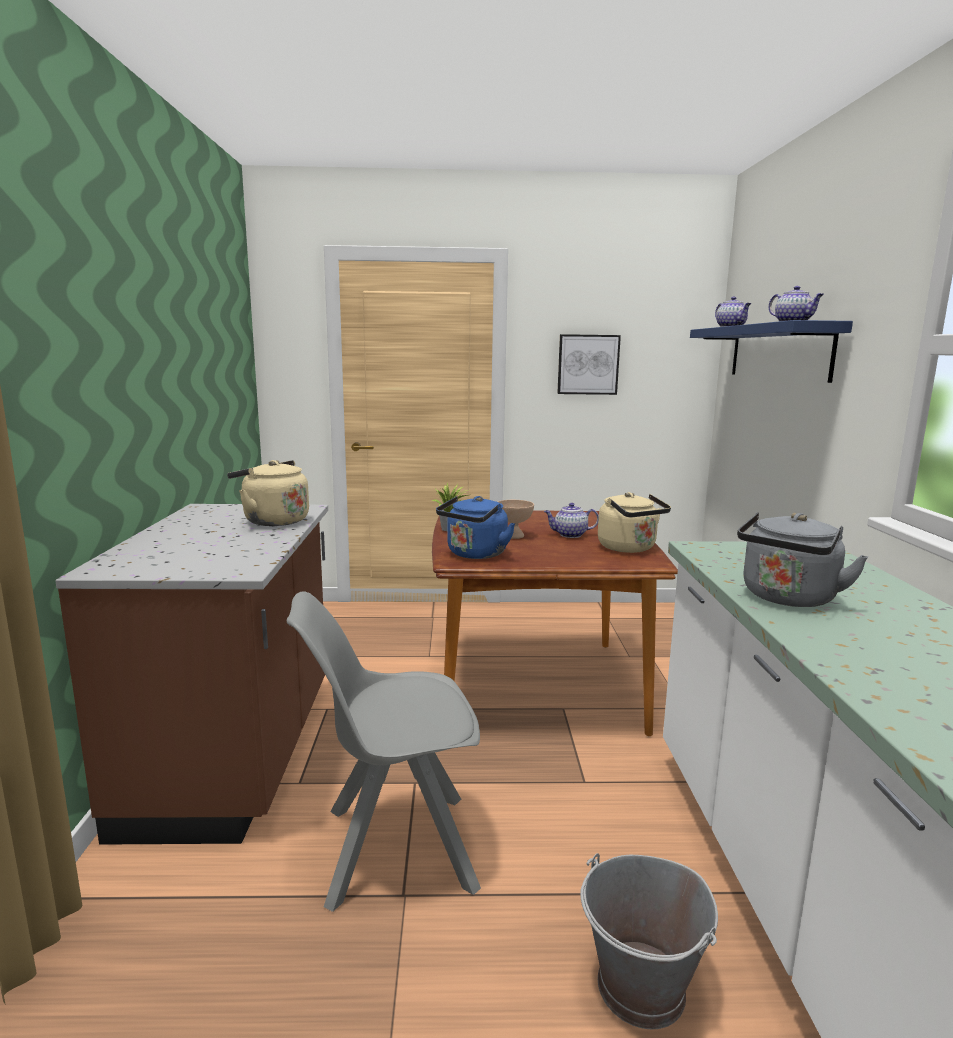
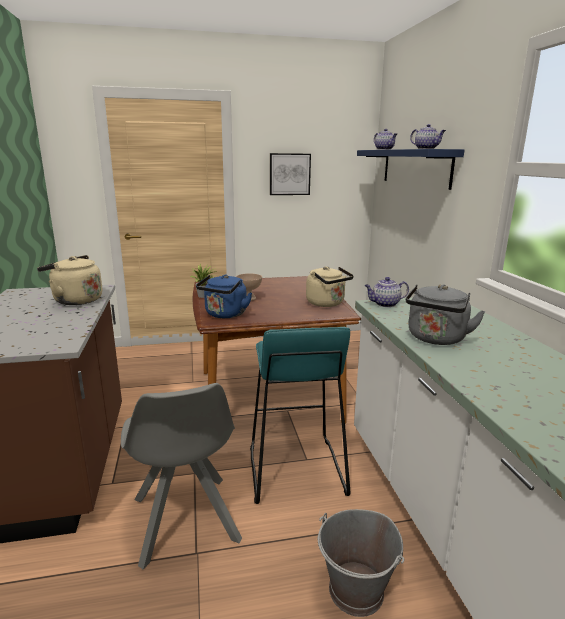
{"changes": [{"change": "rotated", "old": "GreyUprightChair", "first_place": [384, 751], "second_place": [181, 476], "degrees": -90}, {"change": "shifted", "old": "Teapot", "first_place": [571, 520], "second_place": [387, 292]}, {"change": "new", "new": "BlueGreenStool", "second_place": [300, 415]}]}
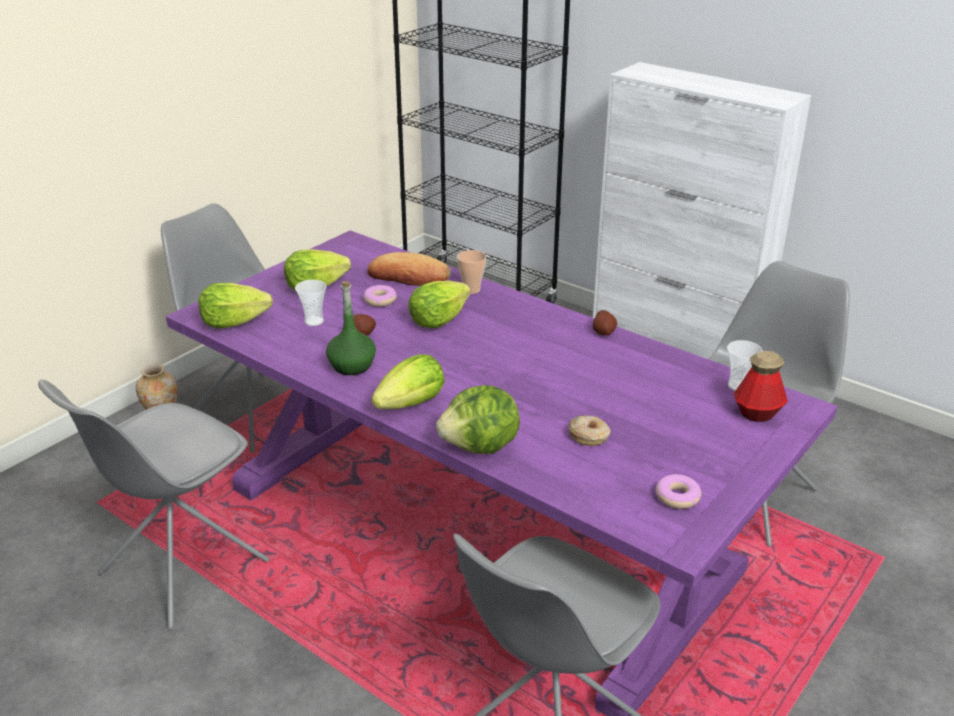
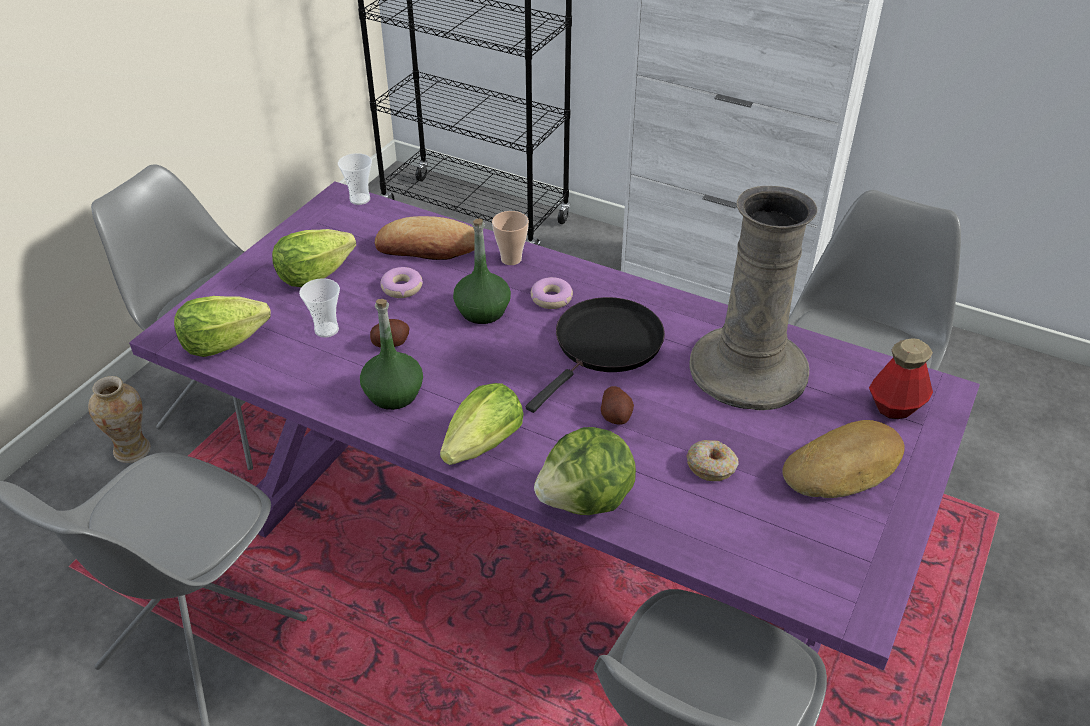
{"changes": [{"change": "swapped", "old": "LettuceHead", "new": "GreenishDrinkBottle", "first_place": [439, 304], "second_place": [482, 271]}, {"change": "shifted", "old": "Spud", "first_place": [605, 322], "second_place": [617, 405]}, {"change": "shifted", "old": "Donut", "first_place": [678, 491], "second_place": [552, 293]}, {"change": "shifted", "old": "SmallCup", "first_place": [745, 365], "second_place": [355, 179]}, {"change": "new", "new": "BlackishSkillet", "second_place": [595, 355]}, {"change": "new", "new": "BeigeVase", "second_place": [753, 298]}, {"change": "new", "new": "BakeryBread", "second_place": [843, 459]}]}
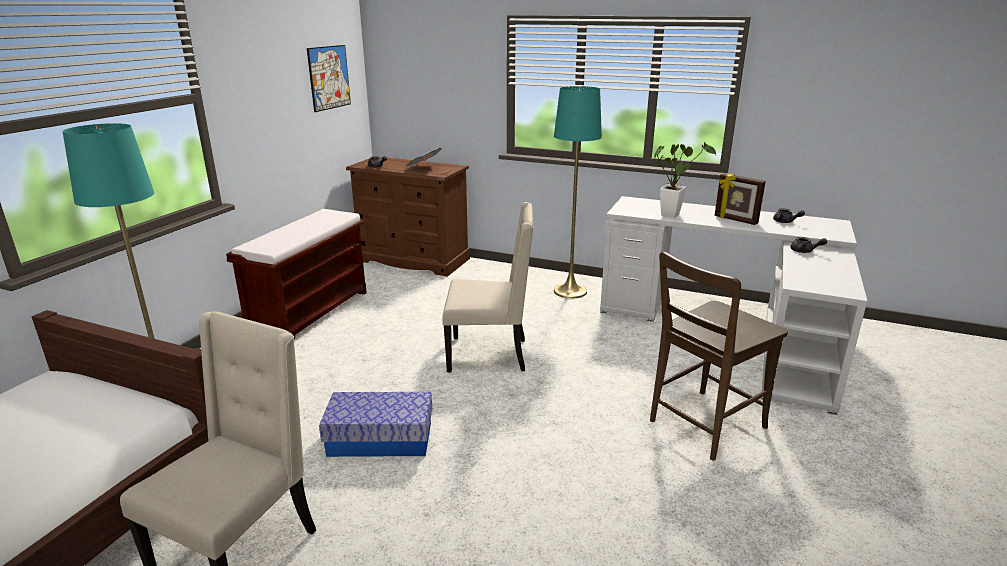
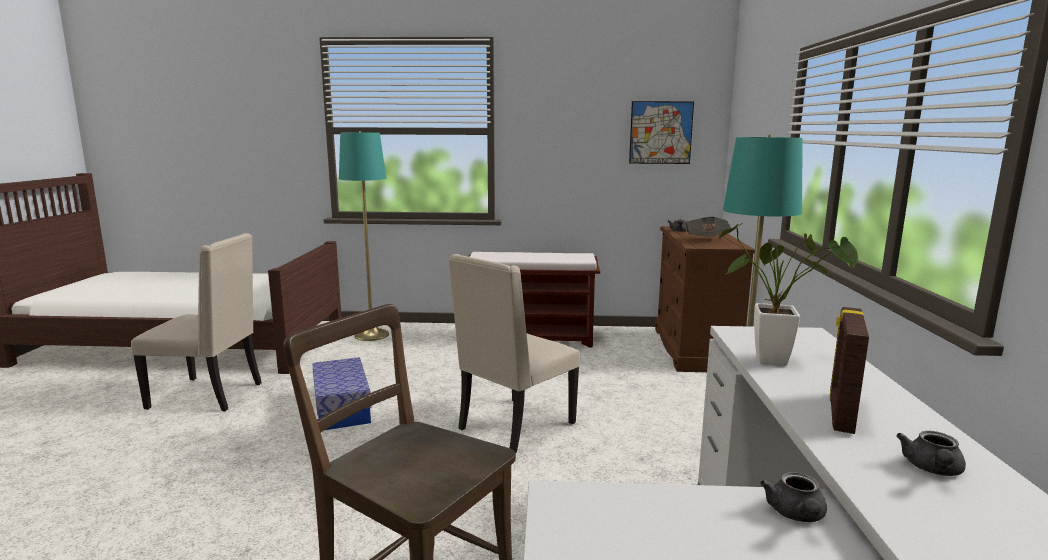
{"changes": [{"change": "rotated", "old": "BeigeUprightChair", "first_place": [488, 287], "second_place": [514, 353], "degrees": 60}]}
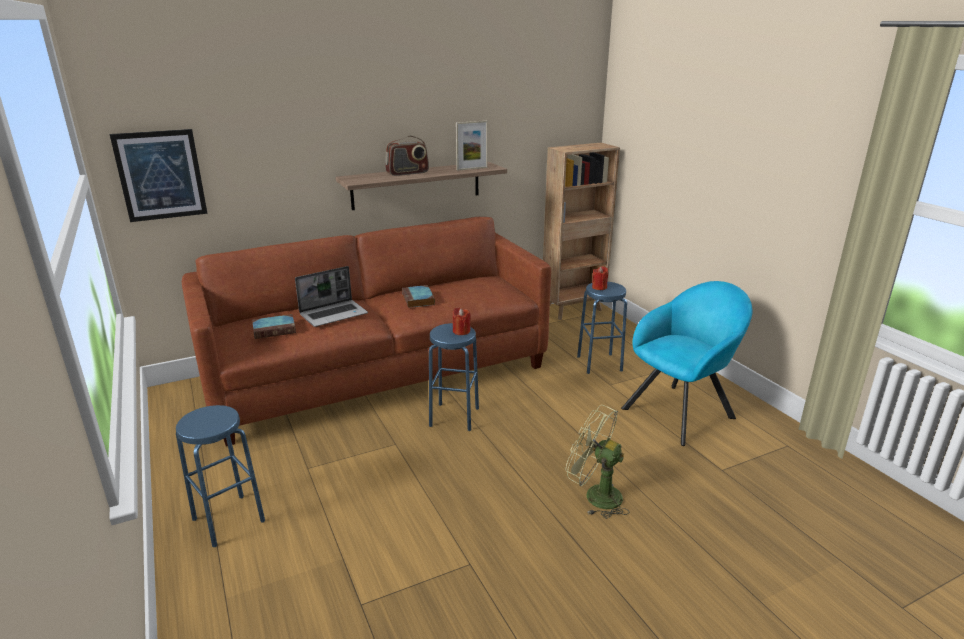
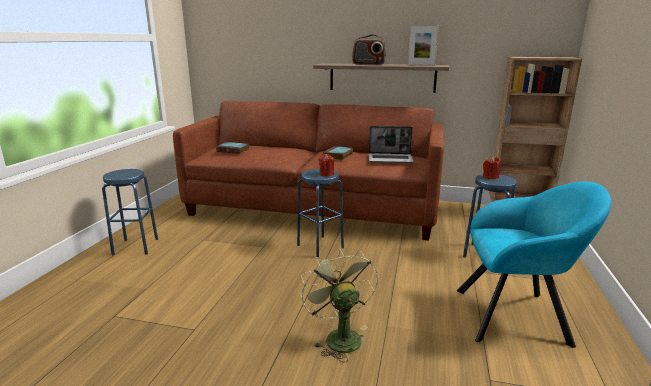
{"changes": [{"change": "gone", "old": "Picture", "first_place": [159, 175]}, {"change": "shifted", "old": "NotebookComputer", "first_place": [331, 296], "second_place": [391, 144]}]}
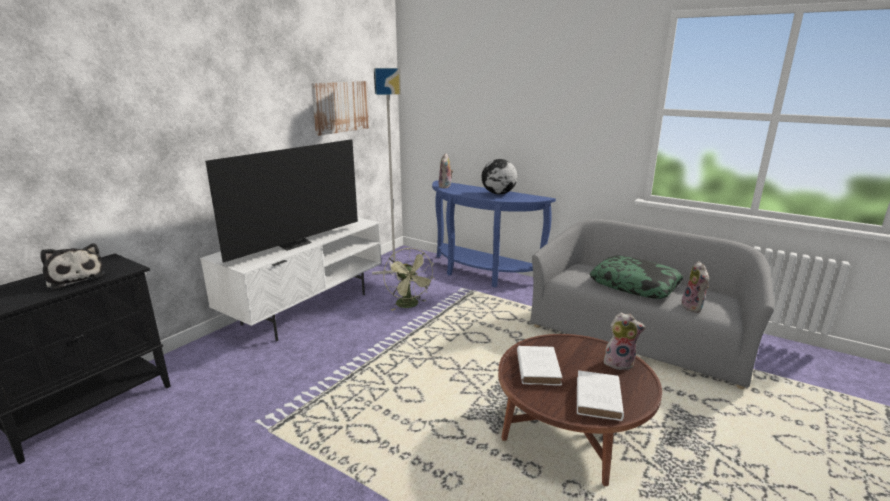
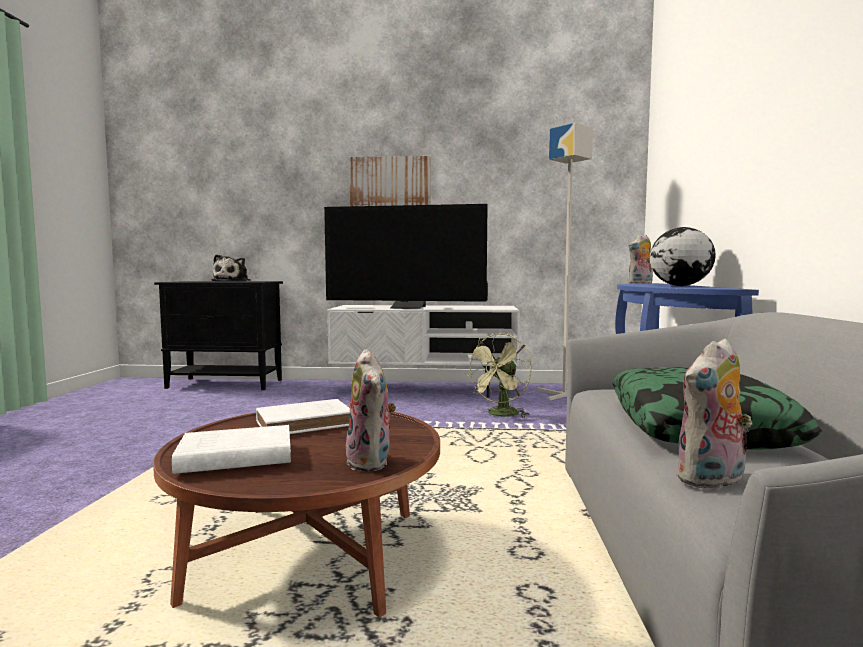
{"changes": [{"change": "shifted", "old": "Picture", "first_place": [340, 108], "second_place": [390, 181]}]}
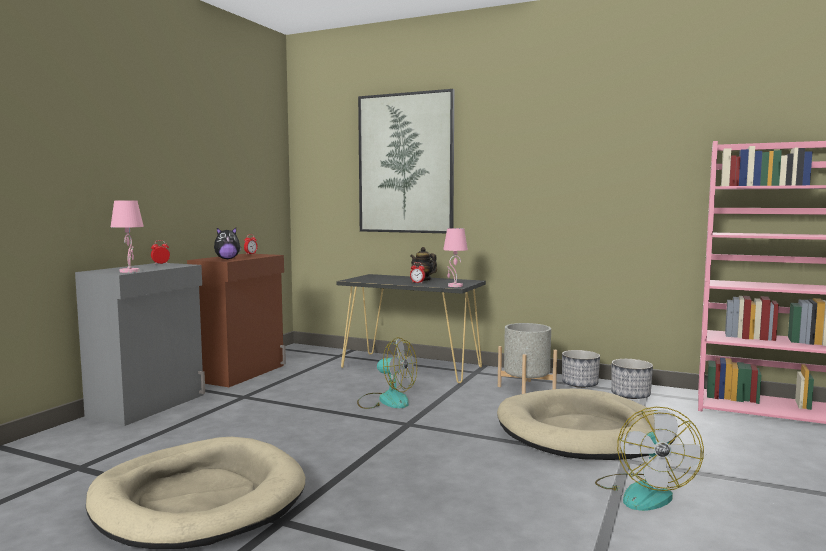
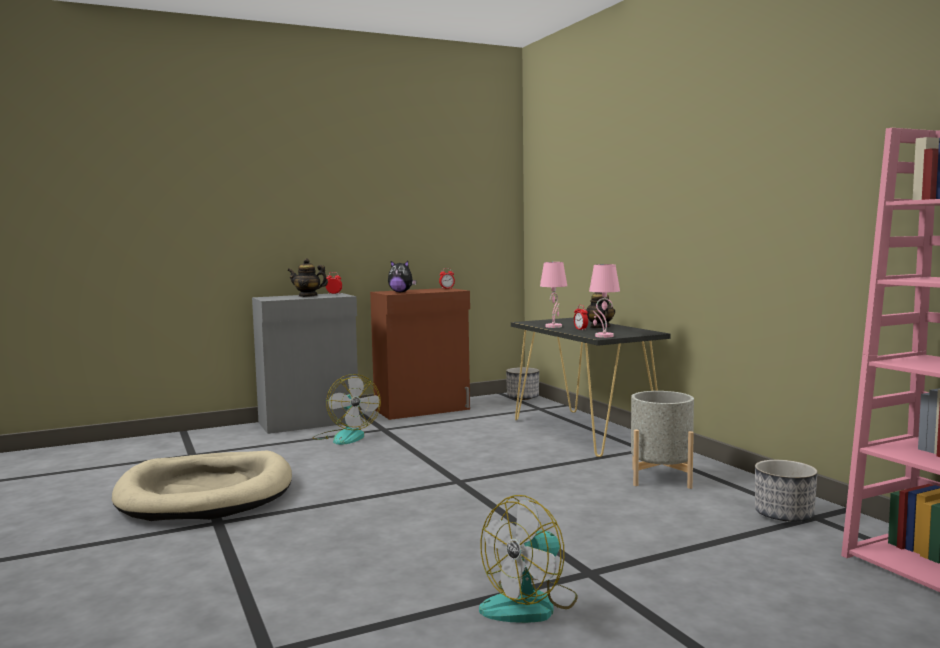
{"changes": [{"change": "shifted", "old": "PinkColouredTabletopLamp", "first_place": [127, 236], "second_place": [553, 295]}, {"change": "shifted", "old": "ElectricFan", "first_place": [387, 373], "second_place": [347, 409]}, {"change": "gone", "old": "Picture", "first_place": [406, 161]}, {"change": "gone", "old": "BeigeDogBed", "first_place": [586, 424]}, {"change": "shifted", "old": "PlantPot", "first_place": [581, 369], "second_place": [522, 383]}, {"change": "new", "new": "Teapot", "second_place": [307, 277]}]}
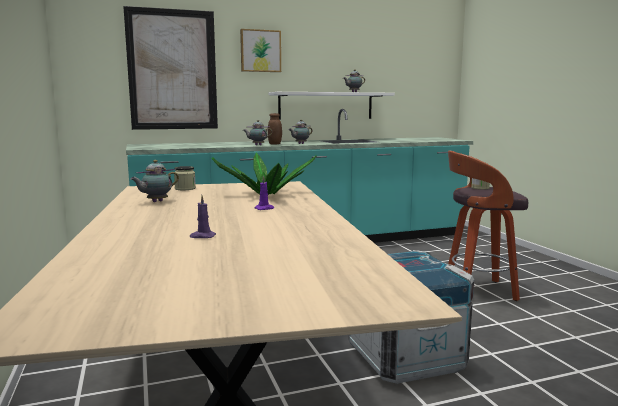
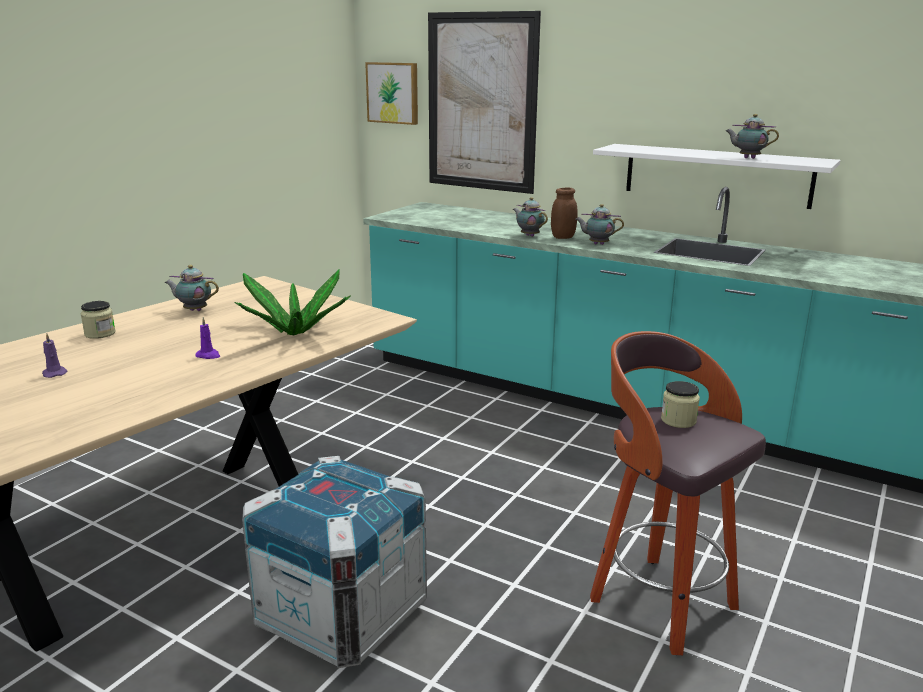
{"changes": [{"change": "shifted", "old": "PreserveJar", "first_place": [185, 178], "second_place": [98, 320]}, {"change": "shifted", "old": "Picture", "first_place": [260, 50], "second_place": [391, 93]}]}
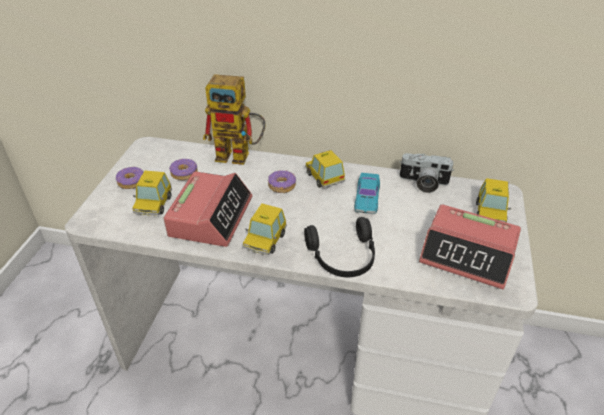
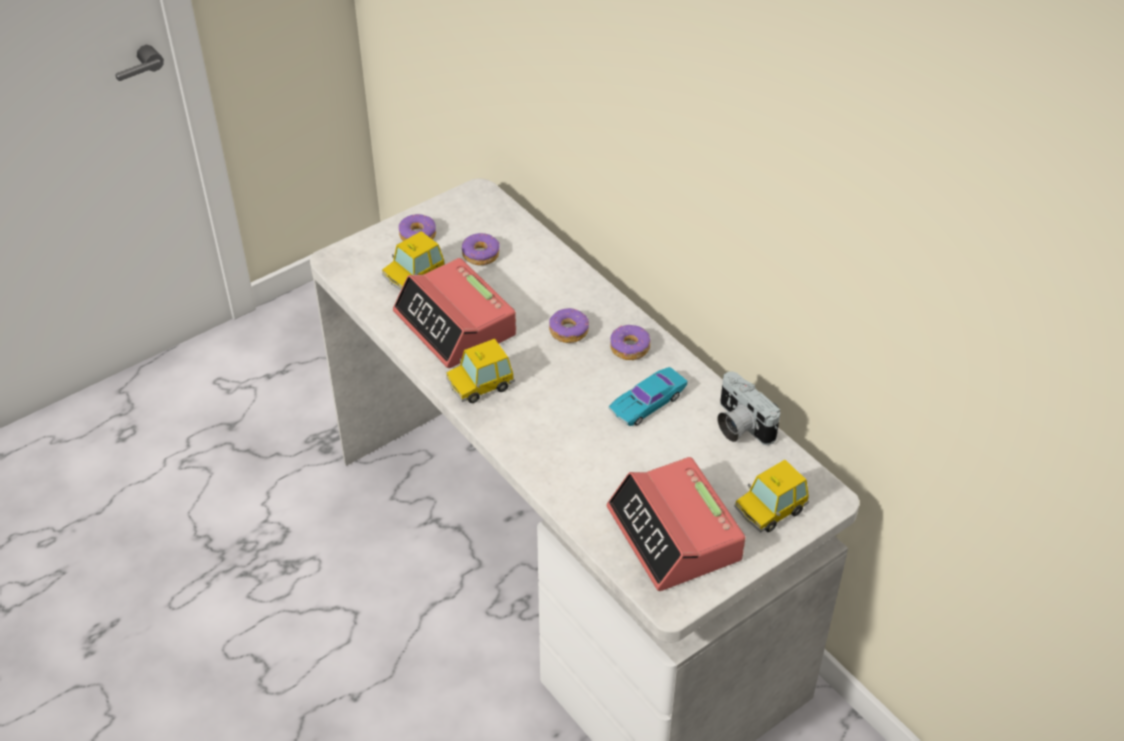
{"changes": [{"change": "rotated", "old": "BedsideClock", "first_place": [208, 209], "second_place": [454, 313], "degrees": 90}, {"change": "gone", "old": "ToyRobot", "first_place": [234, 119]}, {"change": "gone", "old": "BlackishPairOfHeadphones", "first_place": [339, 247]}, {"change": "swapped", "old": "ToyCar", "new": "Donut", "first_place": [325, 169], "second_place": [630, 342]}]}
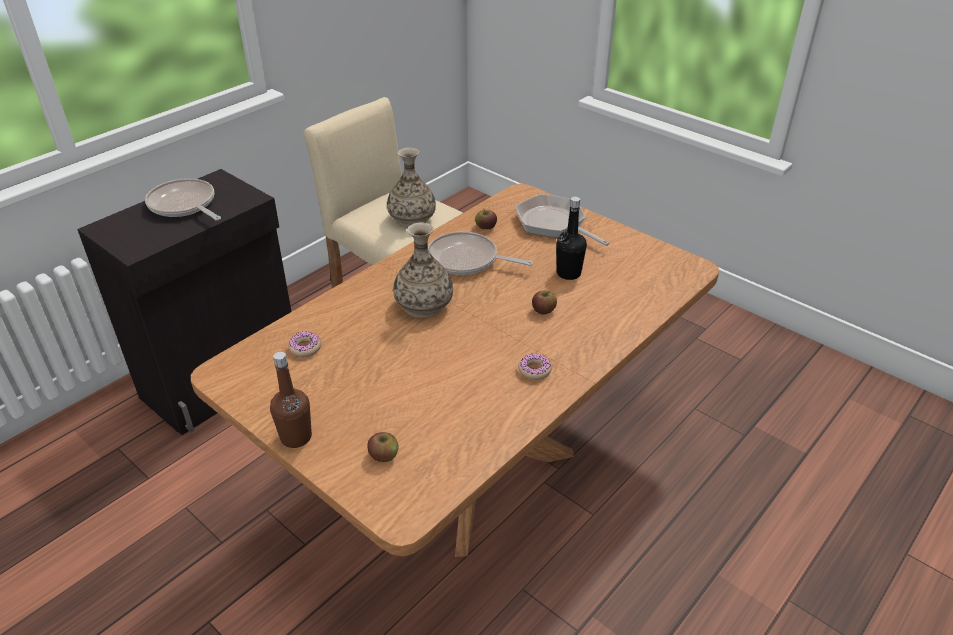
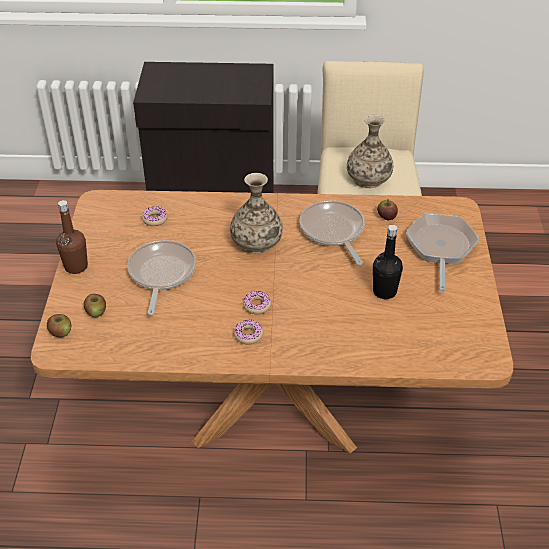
{"changes": [{"change": "shifted", "old": "Skillet", "first_place": [183, 199], "second_place": [161, 277]}, {"change": "shifted", "old": "Apple", "first_place": [544, 302], "second_place": [59, 325]}, {"change": "new", "new": "Donut", "second_place": [257, 302]}]}
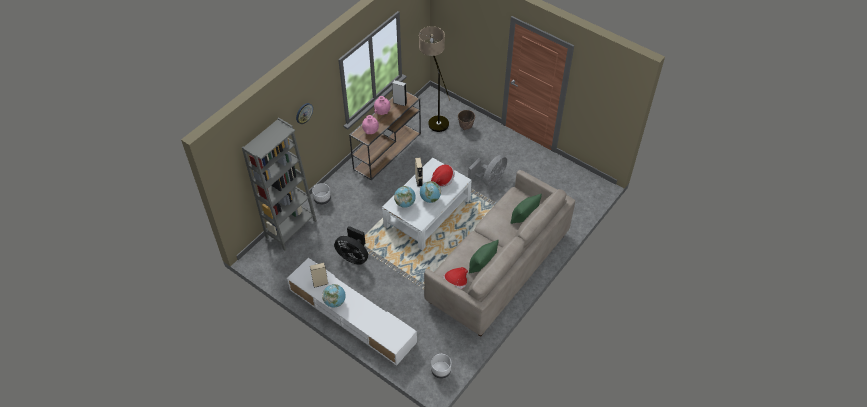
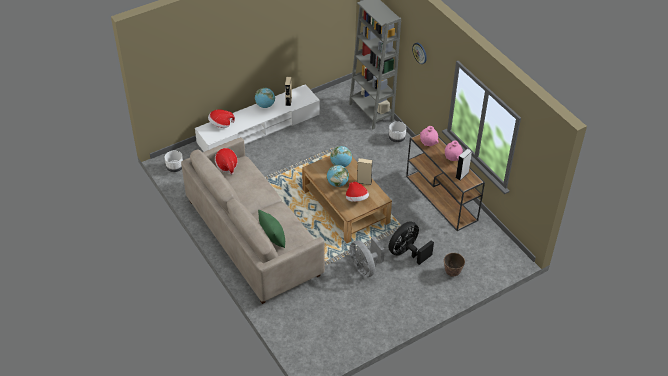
{"changes": [{"change": "shifted", "old": "BlackishElectricFan", "first_place": [351, 245], "second_place": [411, 243]}, {"change": "repainted", "old": "WhiteColouredLoungeTable", "new": "BrownColouredLoungeTable", "first_place": [427, 203], "second_place": [347, 199]}, {"change": "gone", "old": "StandingLamp", "first_place": [434, 79]}, {"change": "gone", "old": "GreenishPillow", "first_place": [484, 256]}, {"change": "new", "new": "ClothingHat", "second_place": [221, 118]}]}
